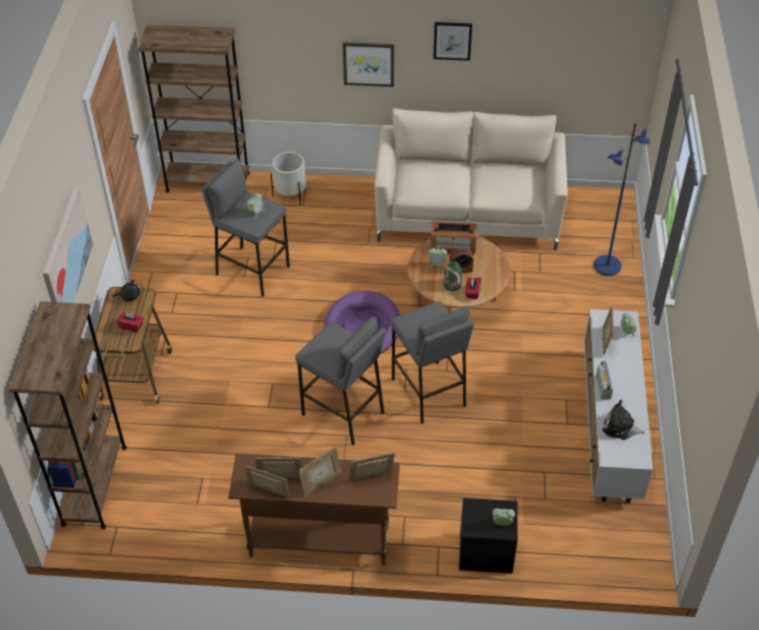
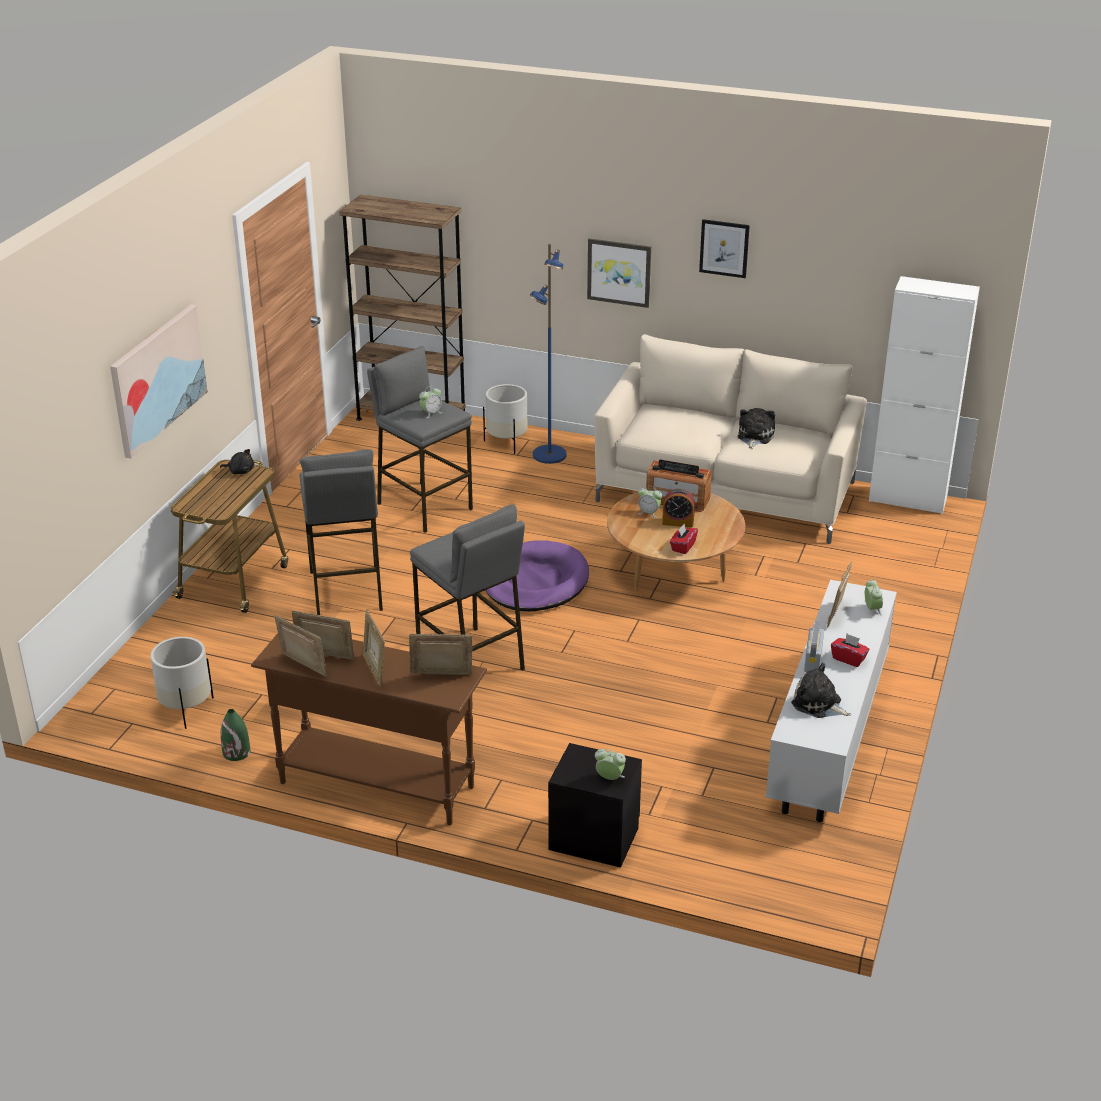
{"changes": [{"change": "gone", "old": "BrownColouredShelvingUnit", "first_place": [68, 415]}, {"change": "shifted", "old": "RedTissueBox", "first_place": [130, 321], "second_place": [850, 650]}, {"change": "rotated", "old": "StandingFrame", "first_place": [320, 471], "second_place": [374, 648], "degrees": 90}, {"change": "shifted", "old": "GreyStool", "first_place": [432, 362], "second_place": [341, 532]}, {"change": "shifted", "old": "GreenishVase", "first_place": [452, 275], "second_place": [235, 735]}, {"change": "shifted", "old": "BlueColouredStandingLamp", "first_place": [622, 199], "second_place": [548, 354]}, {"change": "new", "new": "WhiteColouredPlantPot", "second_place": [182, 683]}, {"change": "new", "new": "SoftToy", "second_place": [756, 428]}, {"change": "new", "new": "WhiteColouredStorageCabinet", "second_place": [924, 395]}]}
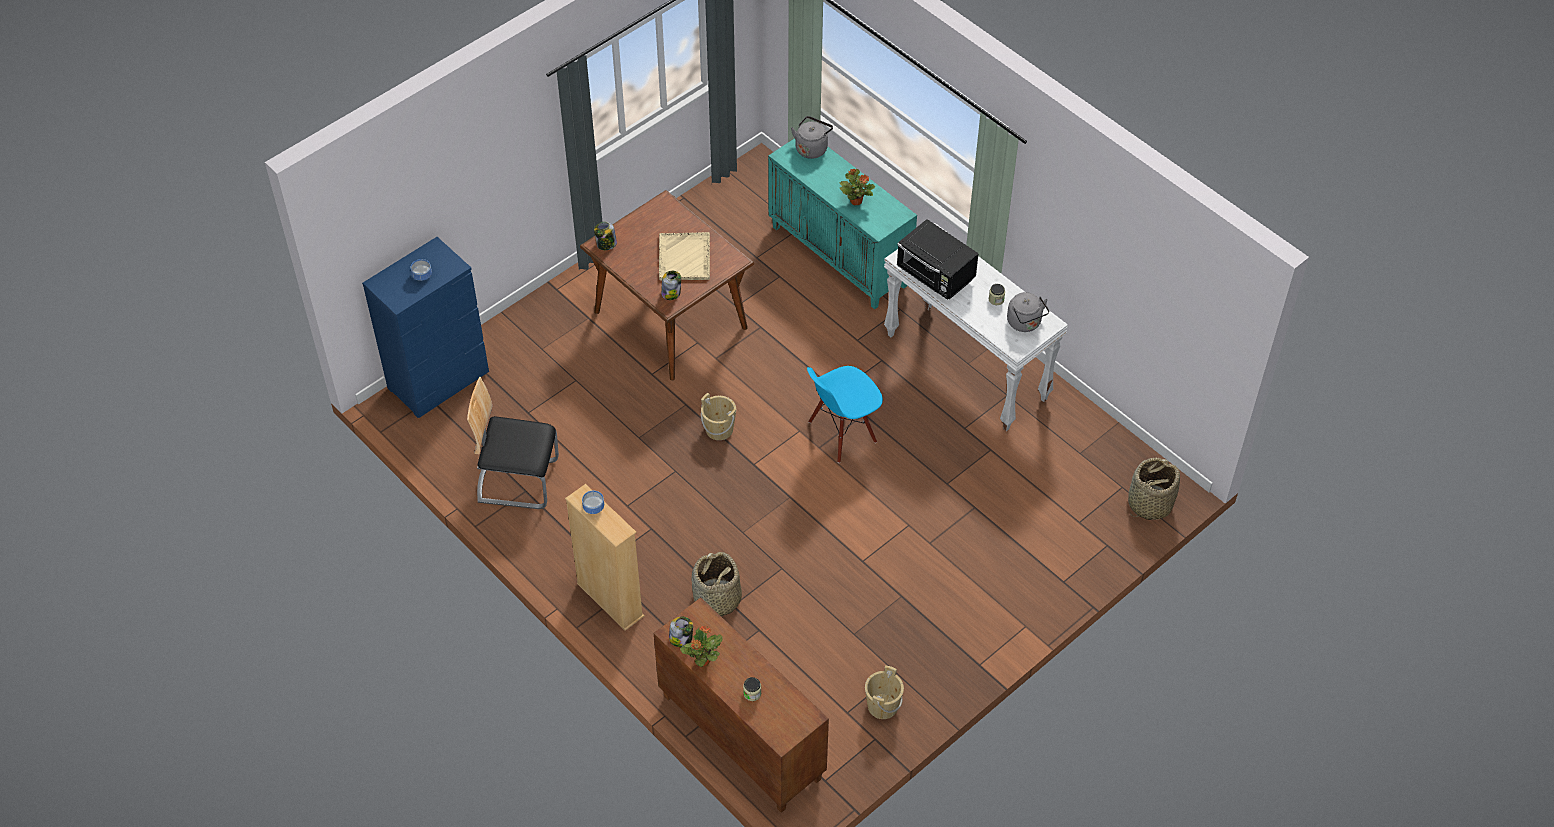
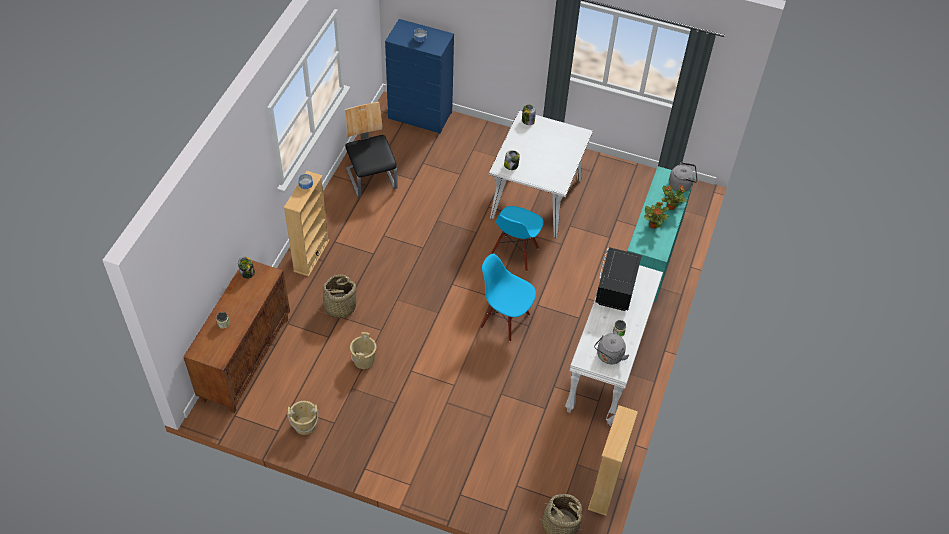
{"changes": [{"change": "repainted", "old": "BrownColouredDinnerTable", "new": "WhiteColouredDinnerTable", "first_place": [667, 285], "second_place": [540, 174]}, {"change": "gone", "old": "BeigeTray", "first_place": [684, 256]}, {"change": "shifted", "old": "Houseplant", "first_place": [701, 646], "second_place": [674, 197]}, {"change": "shifted", "old": "BeigePail", "first_place": [718, 416], "second_place": [363, 350]}, {"change": "new", "new": "BlueColouredUprightChair", "second_place": [517, 238]}, {"change": "new", "new": "BeigeShelvingUnit", "second_place": [613, 460]}]}
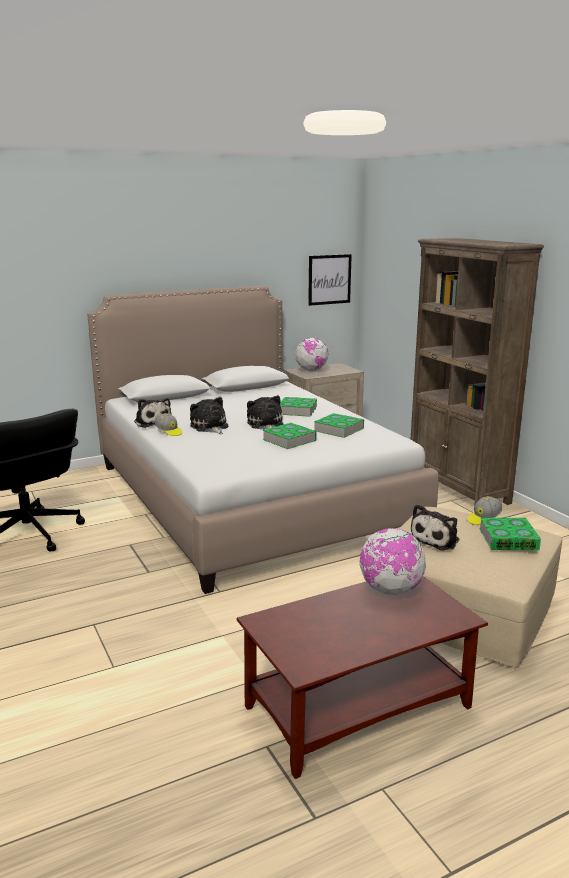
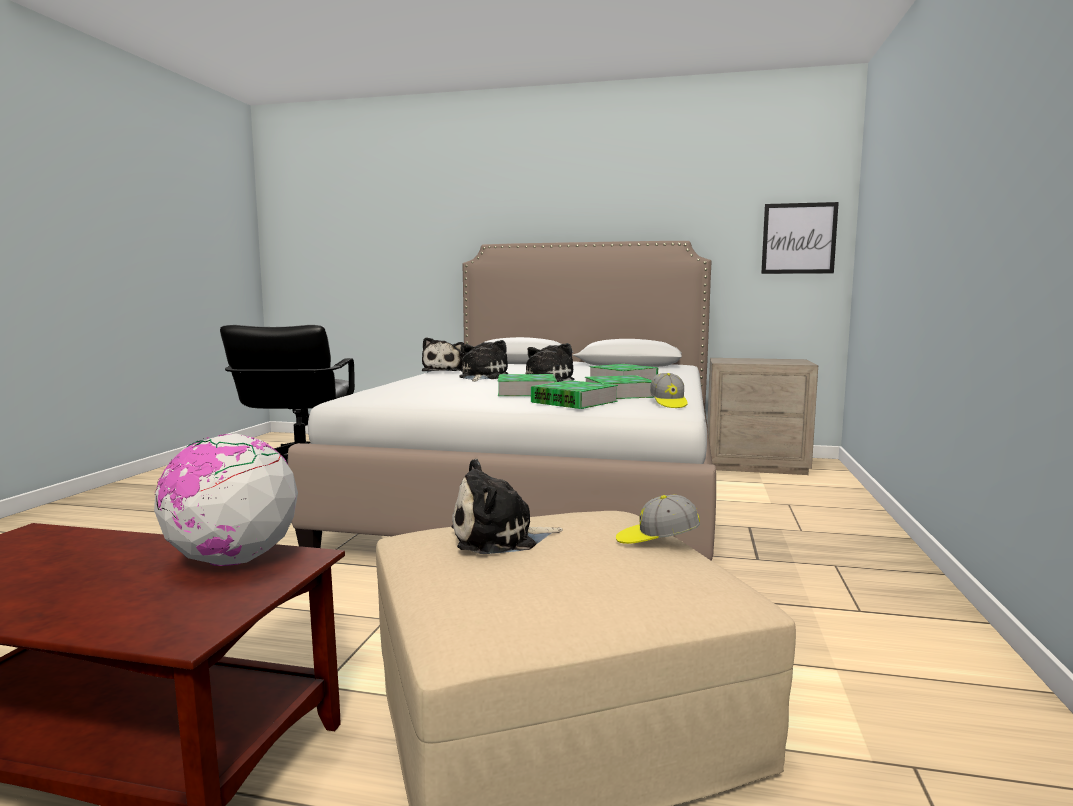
{"changes": [{"change": "shifted", "old": "BaseballCap", "first_place": [168, 424], "second_place": [668, 390]}, {"change": "gone", "old": "DeskGlobe", "first_place": [311, 354]}, {"change": "gone", "old": "BrownColouredShelvingUnit", "first_place": [477, 372]}, {"change": "shifted", "old": "BoundBook", "first_place": [510, 534], "second_place": [574, 394]}]}
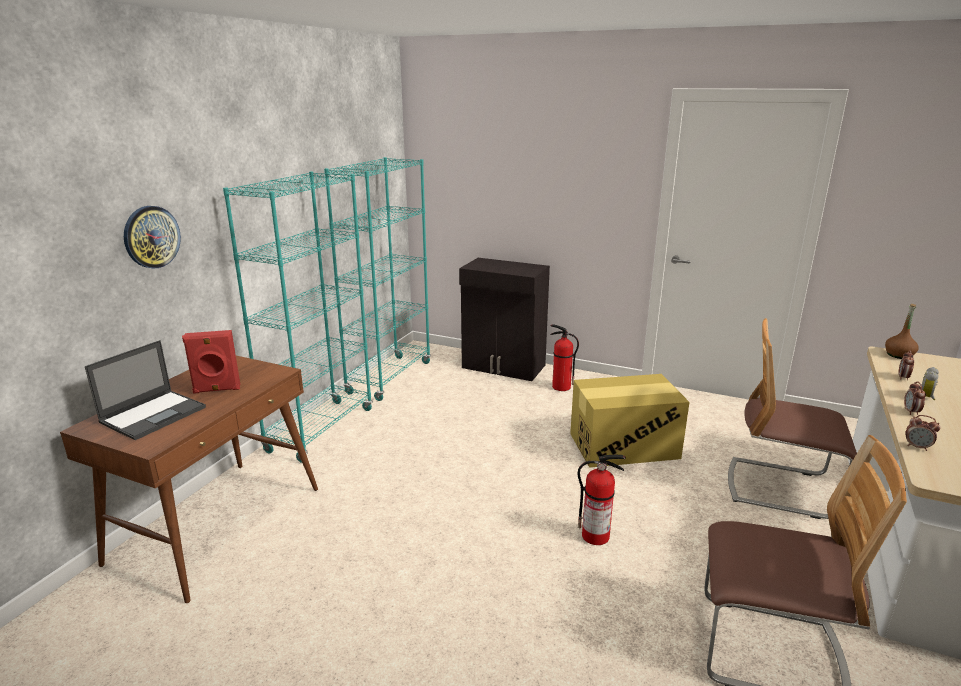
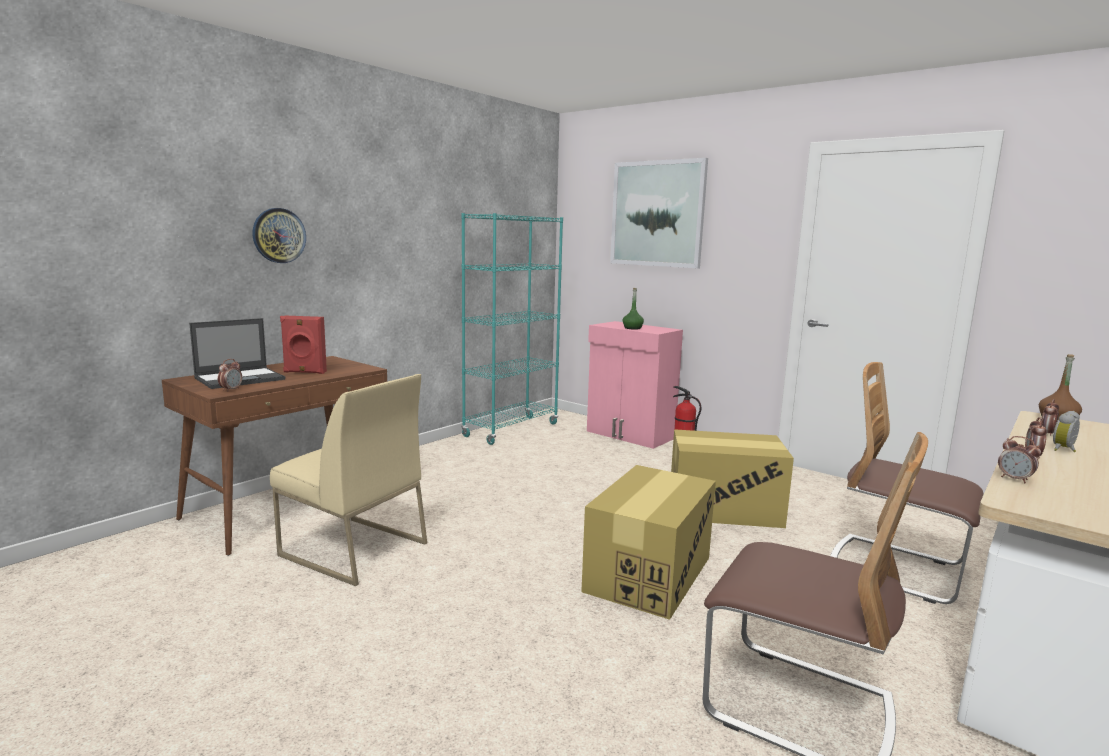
{"changes": [{"change": "gone", "old": "BlueGreenShelvingUnit", "first_place": [298, 317]}, {"change": "repainted", "old": "BlackishStorageCabinet", "new": "PinkColouredStorageCabinet", "first_place": [504, 319], "second_place": [635, 385]}, {"change": "swapped", "old": "FireExtinguisher", "new": "PackingBox", "first_place": [602, 500], "second_place": [648, 542]}, {"change": "new", "new": "BedsideClock", "second_place": [230, 375]}, {"change": "new", "new": "BeigeUprightChair", "second_place": [348, 480]}, {"change": "new", "new": "Picture", "second_place": [659, 213]}, {"change": "new", "new": "GreenishDrinkBottle", "second_place": [633, 309]}]}
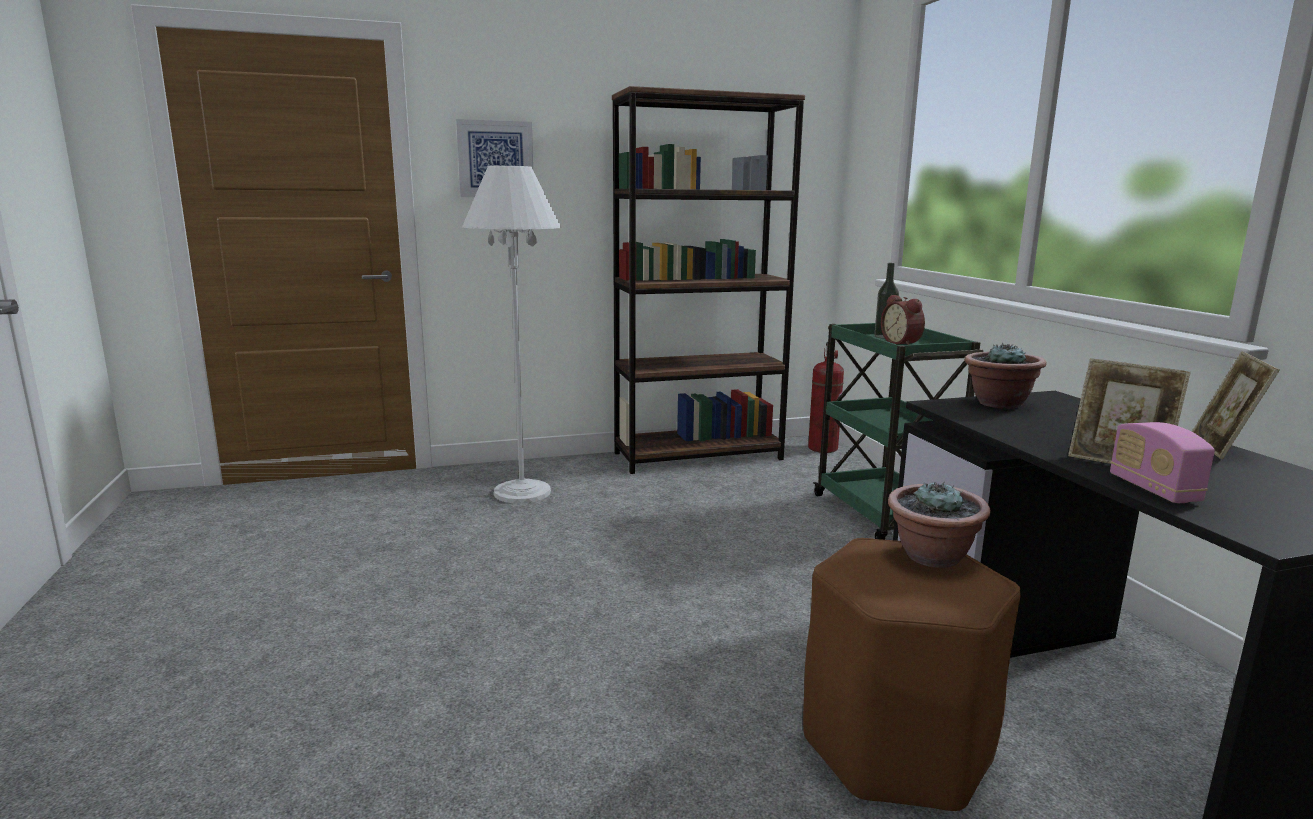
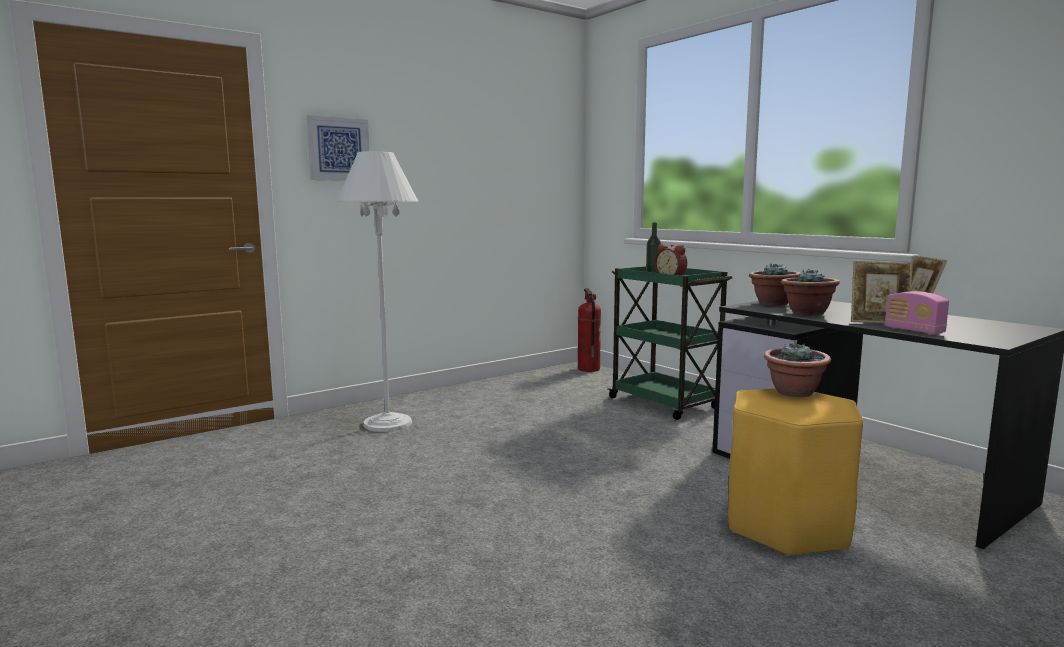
{"changes": [{"change": "gone", "old": "BrownColouredShelvingUnit", "first_place": [708, 280]}, {"change": "repainted", "old": "BrownColouredStool", "new": "YellowStool", "first_place": [912, 675], "second_place": [795, 472]}, {"change": "new", "new": "Houseplant", "second_place": [810, 293]}]}
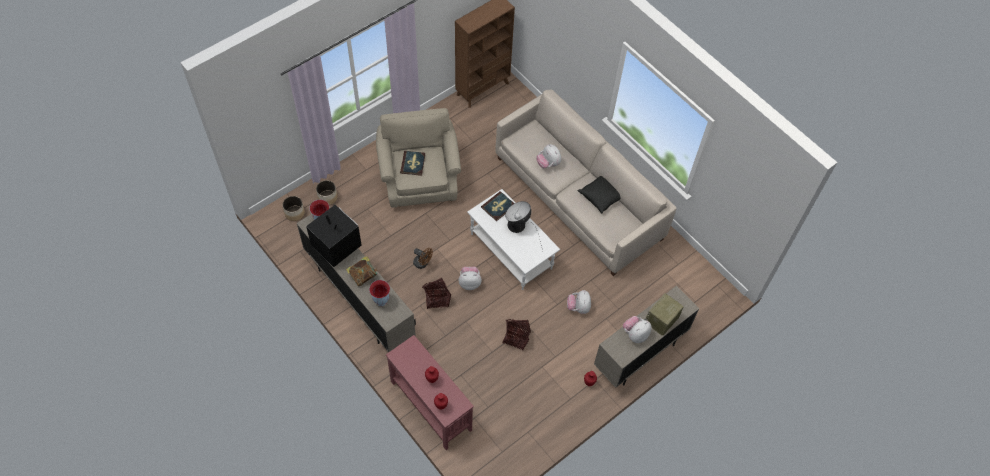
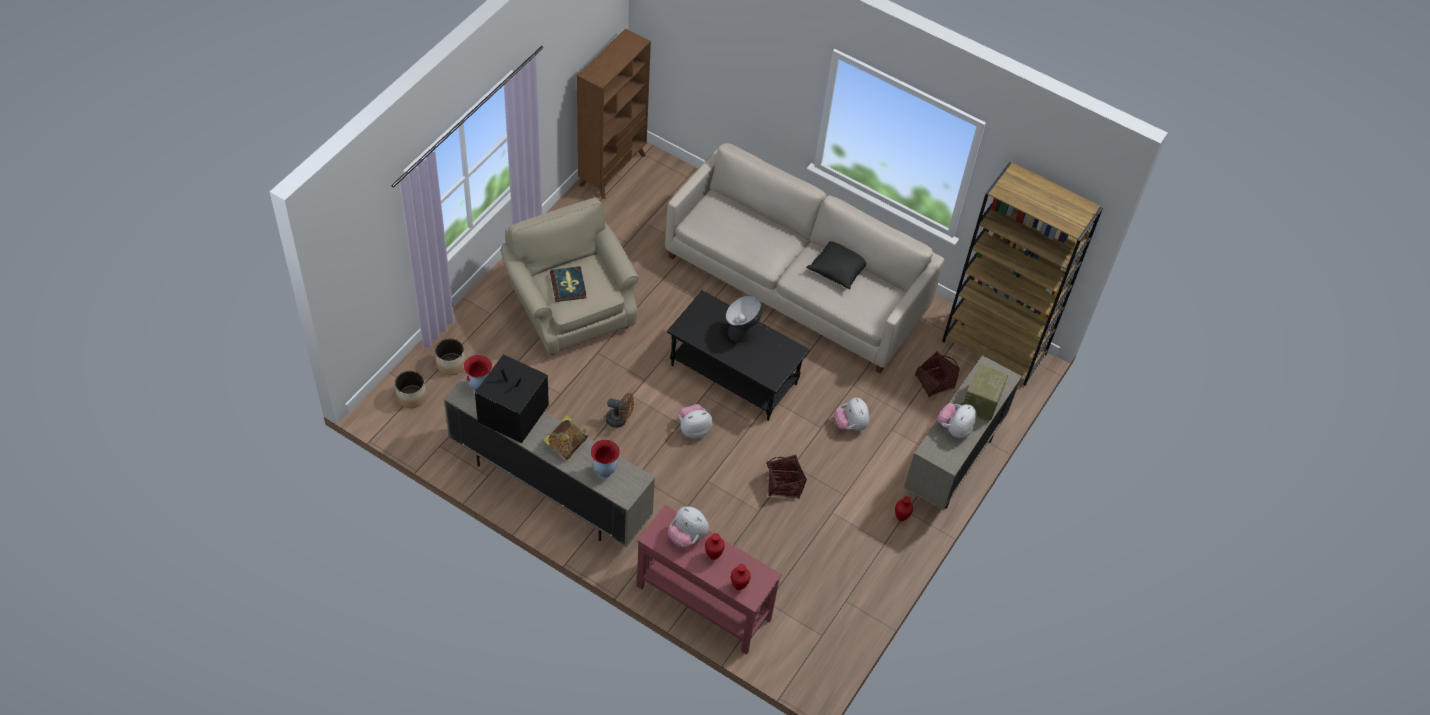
{"changes": [{"change": "shifted", "old": "StorageBasket", "first_place": [436, 293], "second_place": [937, 374]}, {"change": "repainted", "old": "WhiteColouredLoungeTable", "new": "BlackishLoungeTable", "first_place": [513, 239], "second_place": [738, 355]}, {"change": "gone", "old": "BoundBook", "first_place": [498, 206]}, {"change": "shifted", "old": "SoftToy", "first_place": [549, 156], "second_place": [688, 527]}, {"change": "new", "new": "BrownColouredShelvingUnit", "second_place": [1022, 274]}]}
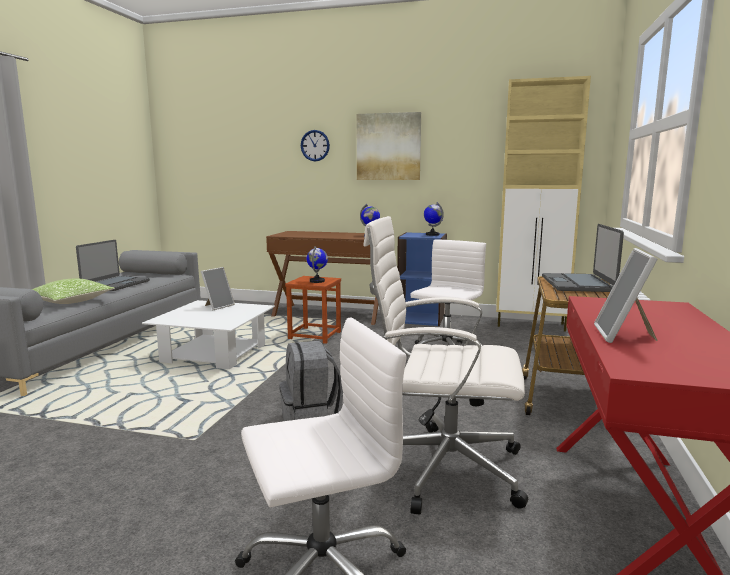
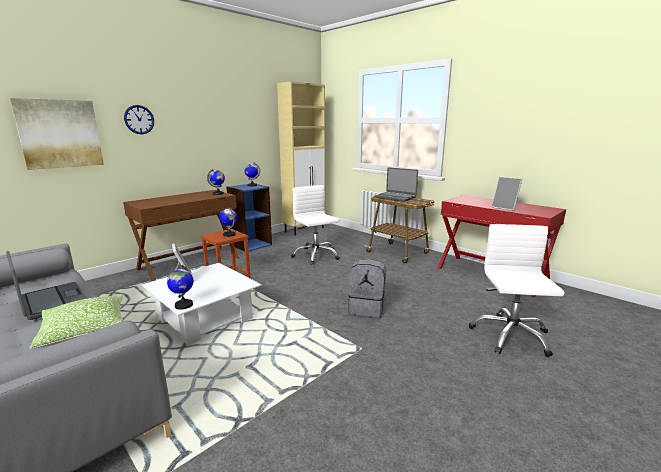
{"changes": [{"change": "shifted", "old": "Picture", "first_place": [389, 146], "second_place": [57, 134]}, {"change": "gone", "old": "WhiteColouredDeskChair", "first_place": [445, 365]}, {"change": "new", "new": "DeskGlobe", "second_place": [180, 287]}]}
